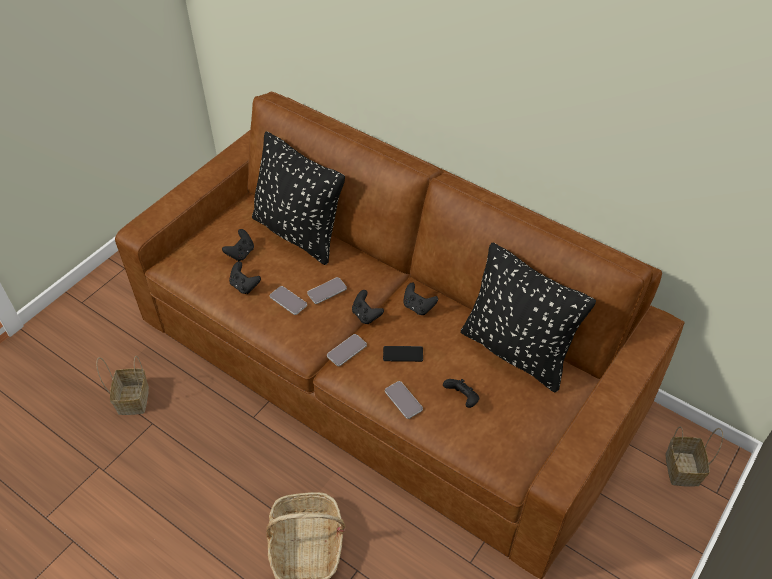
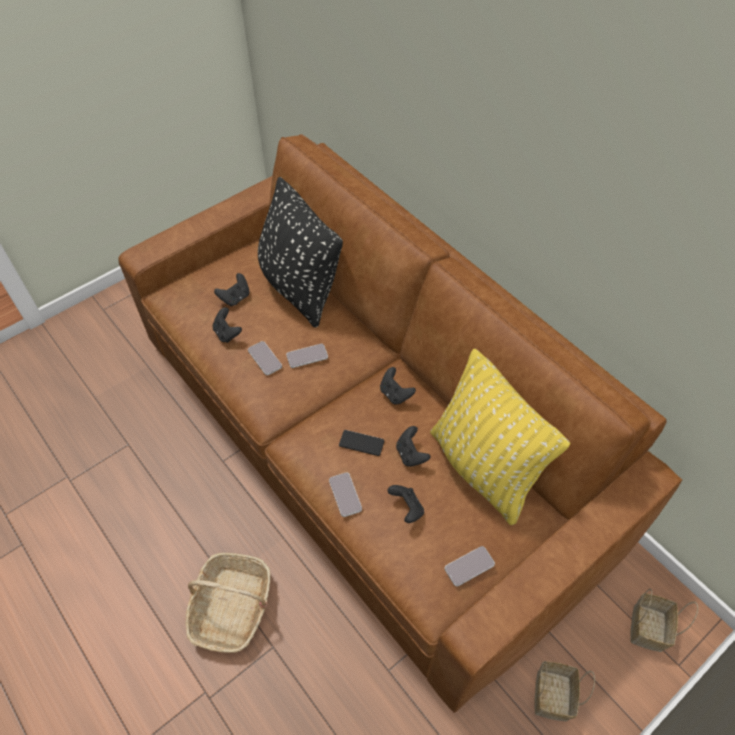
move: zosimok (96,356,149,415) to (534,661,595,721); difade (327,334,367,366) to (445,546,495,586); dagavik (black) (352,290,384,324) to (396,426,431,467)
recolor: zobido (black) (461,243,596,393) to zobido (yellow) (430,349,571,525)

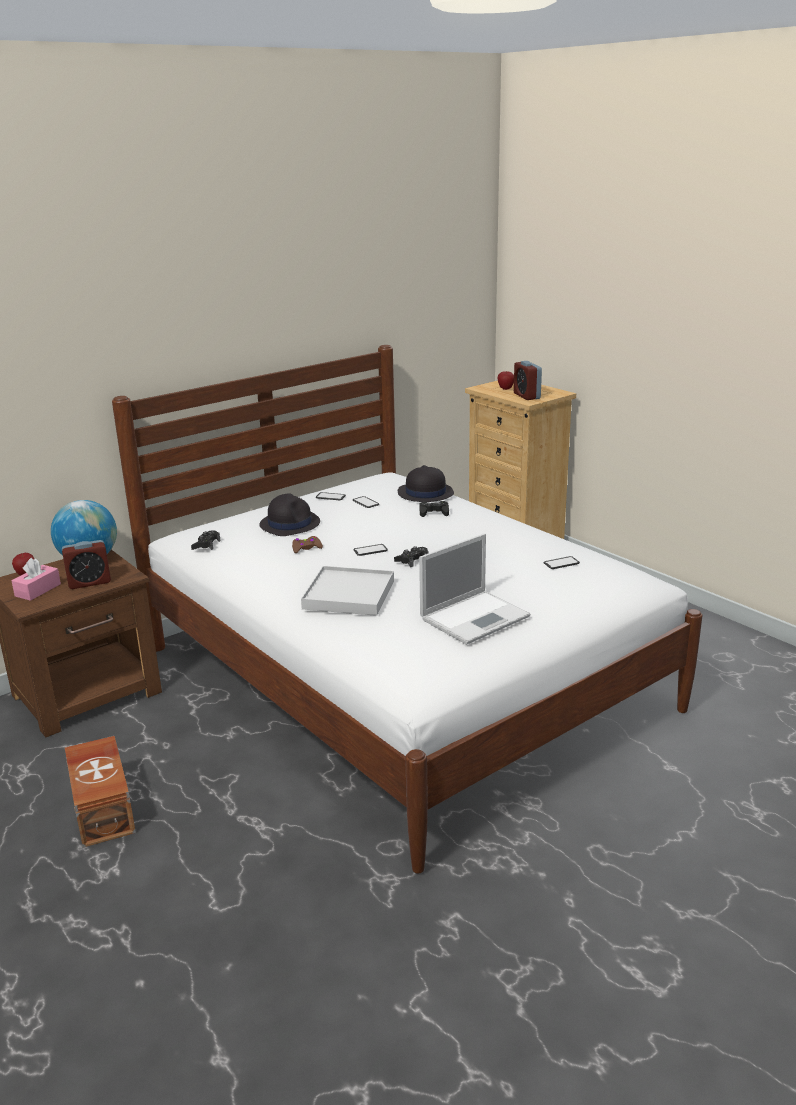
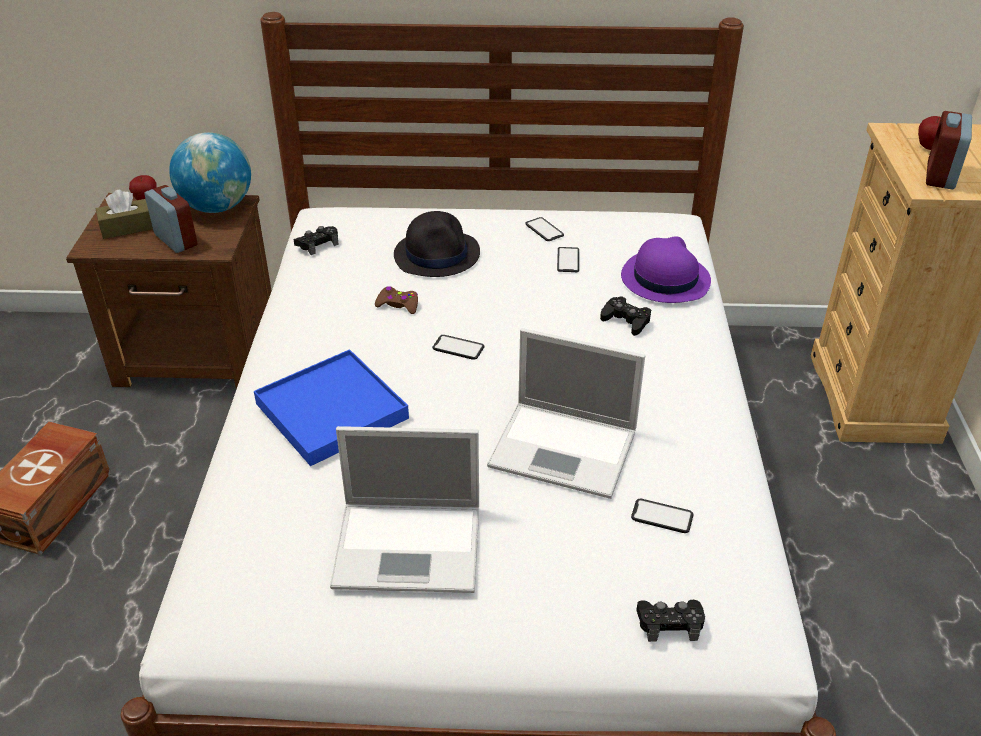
insert: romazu (487,328,645,499)
move: dagavik (black) (394,546,428,567) to (636,600,705,642)
recolor: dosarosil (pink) (12,558,61,601) to dosarosil (brown) (96,190,153,239); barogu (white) (301,566,394,616) to barogu (blue) (254,349,409,466); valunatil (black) (398,465,454,502) to valunatil (purple) (621,236,711,303)
rotate: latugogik (62,540,111,589) = (144,185,197,253) 150 degrees counterclockwise

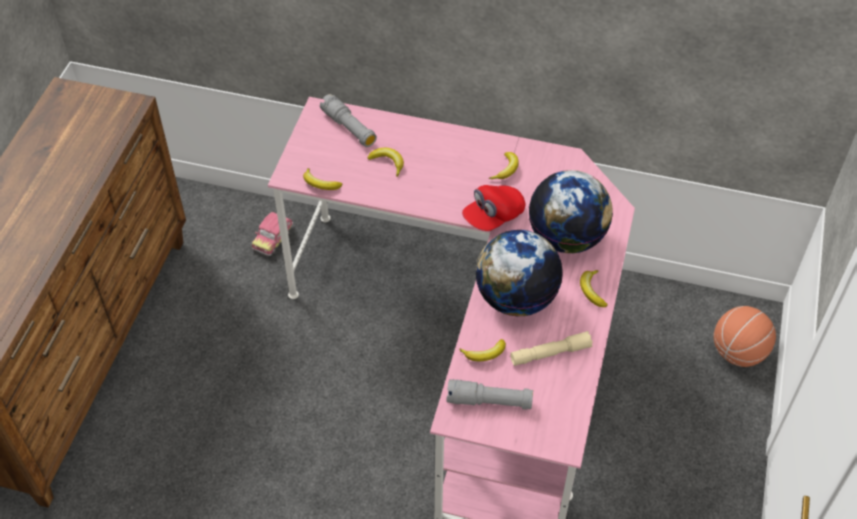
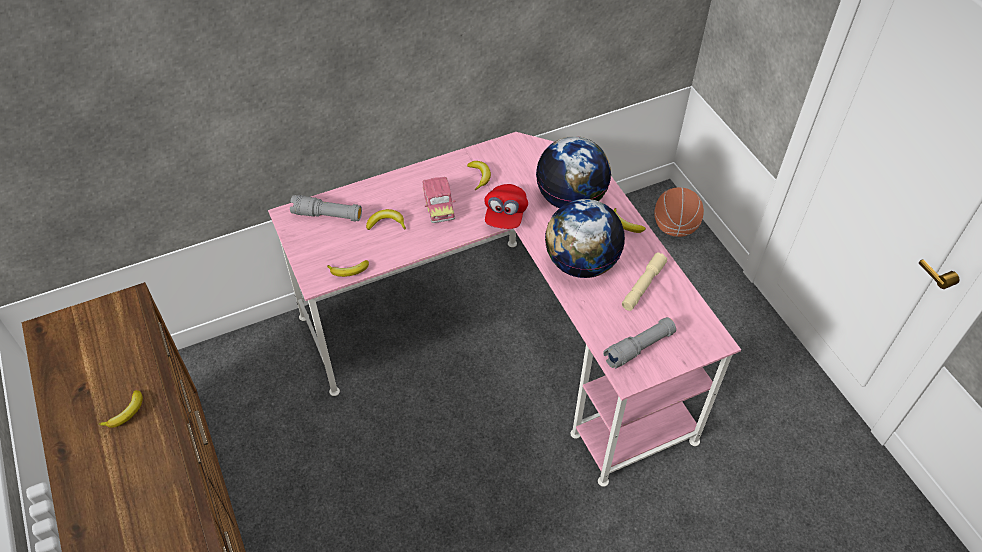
move: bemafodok (252,212,293,256) to (422,177,456,223); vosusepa (459,339,506,361) to (98,390,143,428)

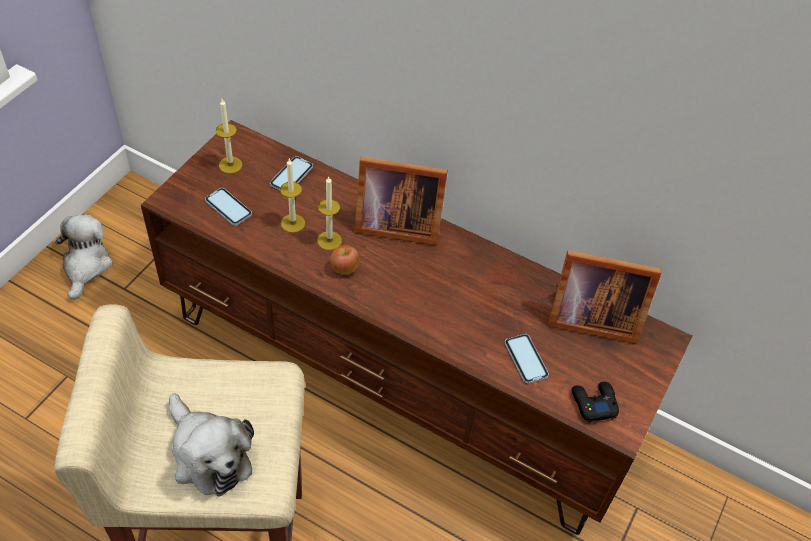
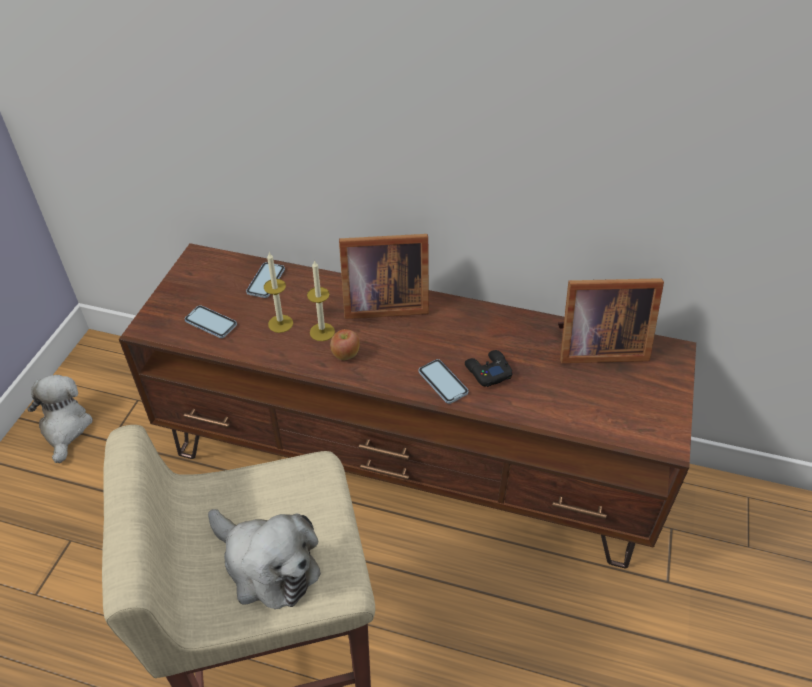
delete: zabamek (216,99,242,174)
move: difade (505,334,549,384) to (418,359,468,404); dagavik (black) (572,382,619,422) to (465,350,513,387)

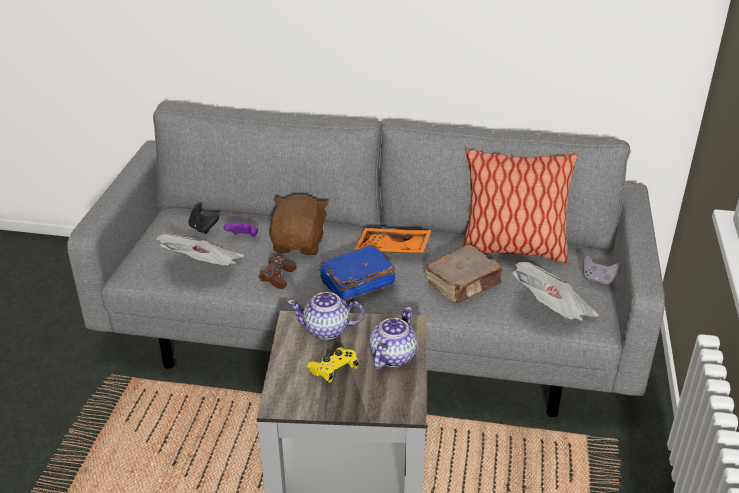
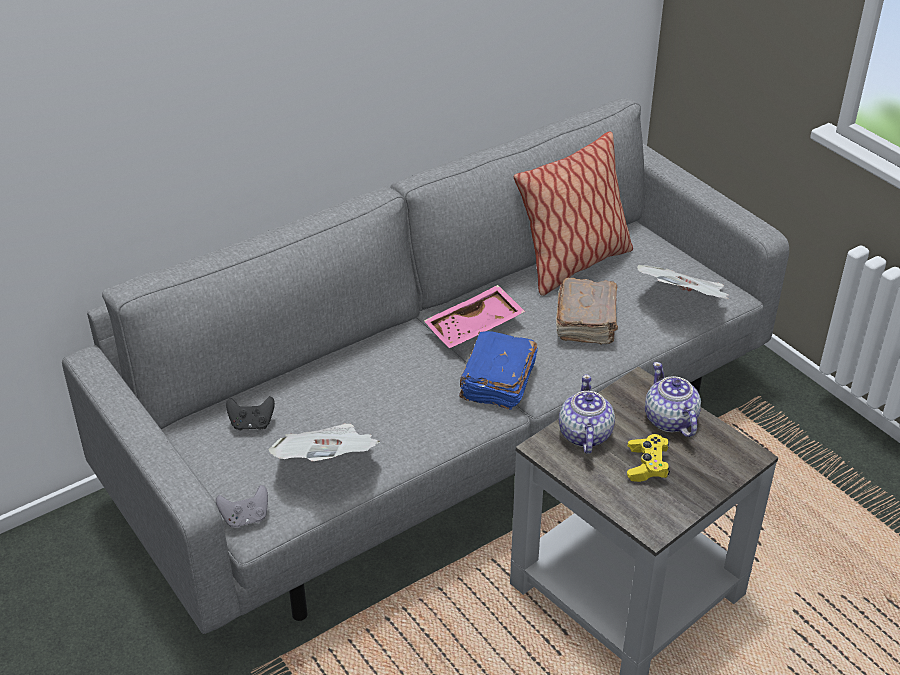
delete: dagavik (purple) (224,222,258,237); dagavik (brown) (259,256,296,289); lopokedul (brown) (269,195,329,255)
move: dagavik (grey) (583,255,621,285) to (216,485,268,528)
recolor: barogu (orange) (354,228,432,254) to barogu (pink) (424,285,525,348)
rotate: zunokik (287,292,365,340) = (559,374,615,454) 135 degrees clockwise

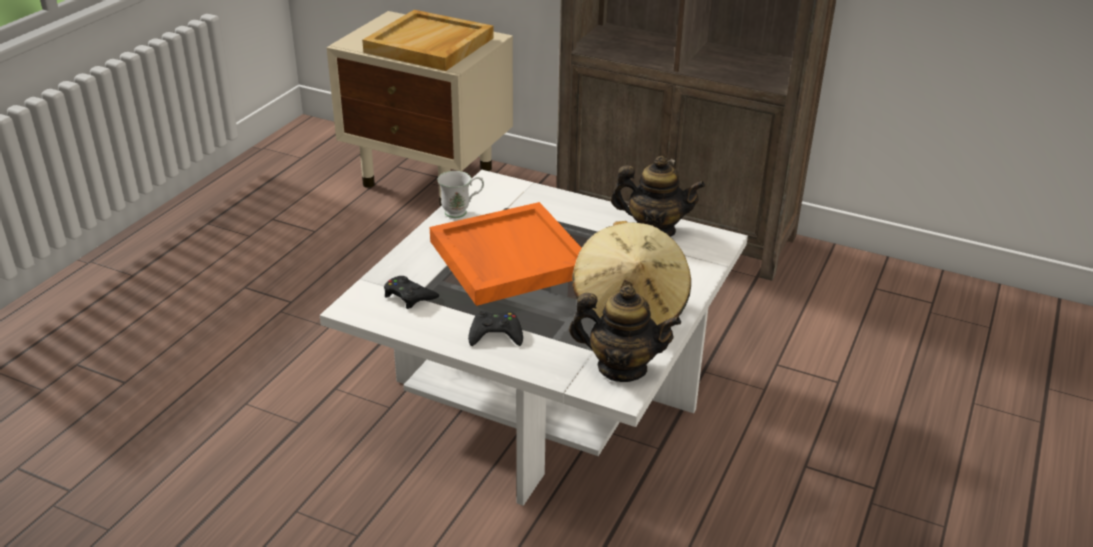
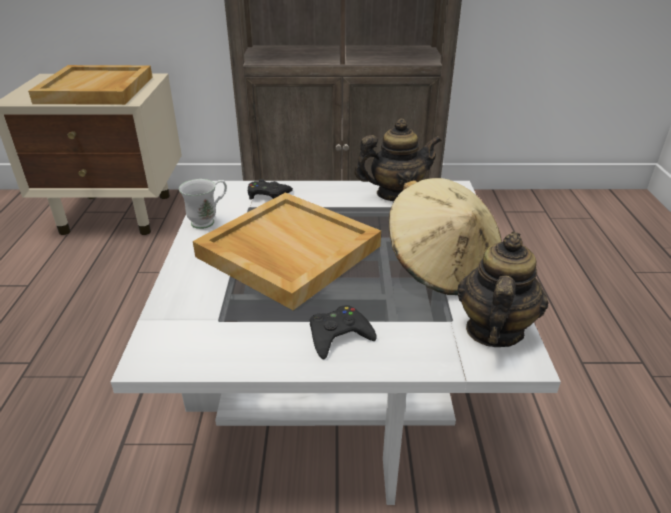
move: dagavik (black) (384,276,439,309) to (248,179,293,200)
recolor: barogu (orange) (430,202,581,306) to barogu (beige) (193,192,381,310)
rotate: zunokik (569,285,681,382) = (457,232,549,347) 60 degrees counterclockwise

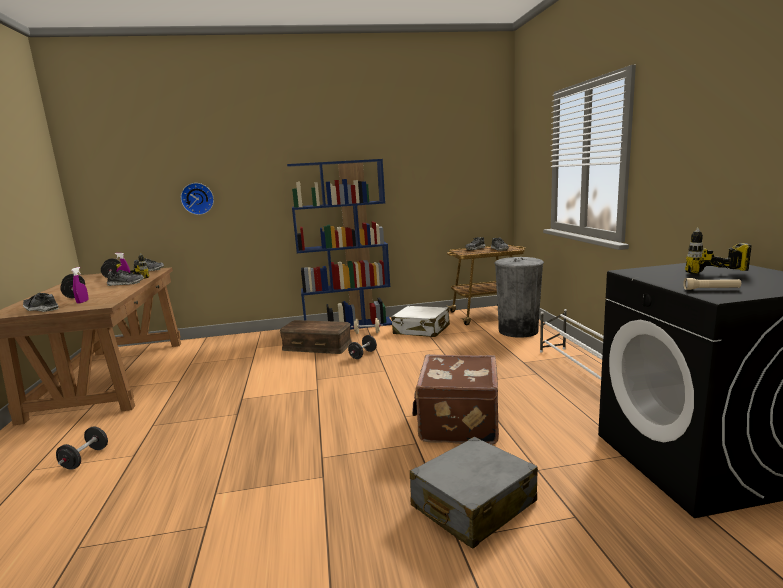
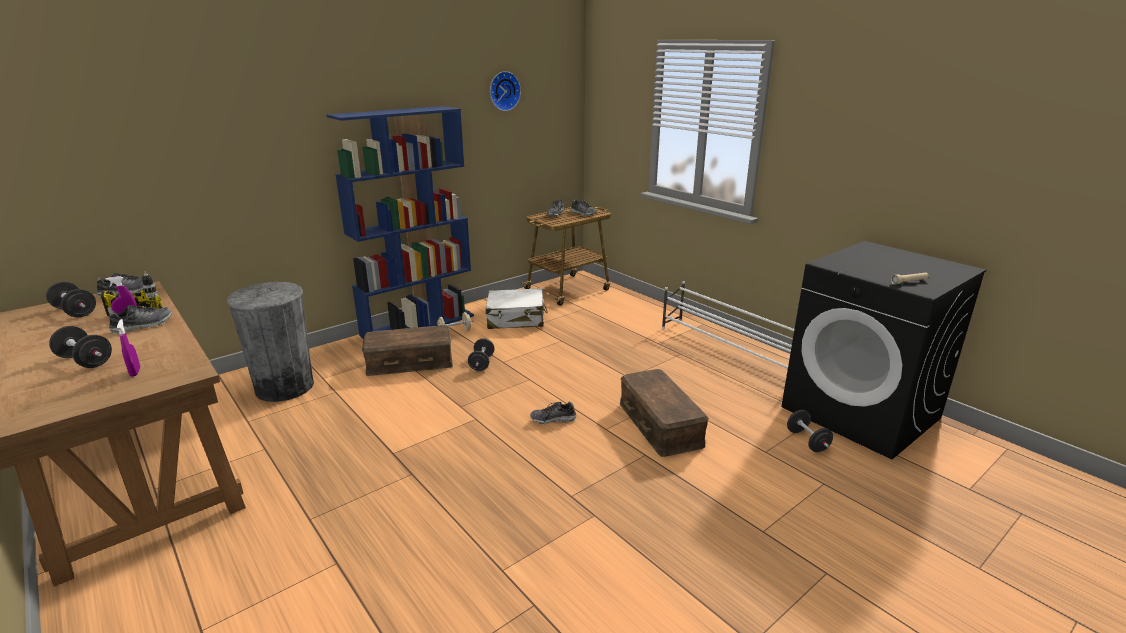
delete: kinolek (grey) (410,437,538,549); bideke (685,227,752,274)
move: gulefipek (23,293,59,312) to (530,402,576,424); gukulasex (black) (56,426,108,470) to (787,410,833,452); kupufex (181,183,214,215) to (490,71,521,111); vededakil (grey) (494,257,544,338) to (227,282,314,402)
replace: kinolek (brown) (412,354,499,445) to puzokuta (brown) (620,369,709,457)

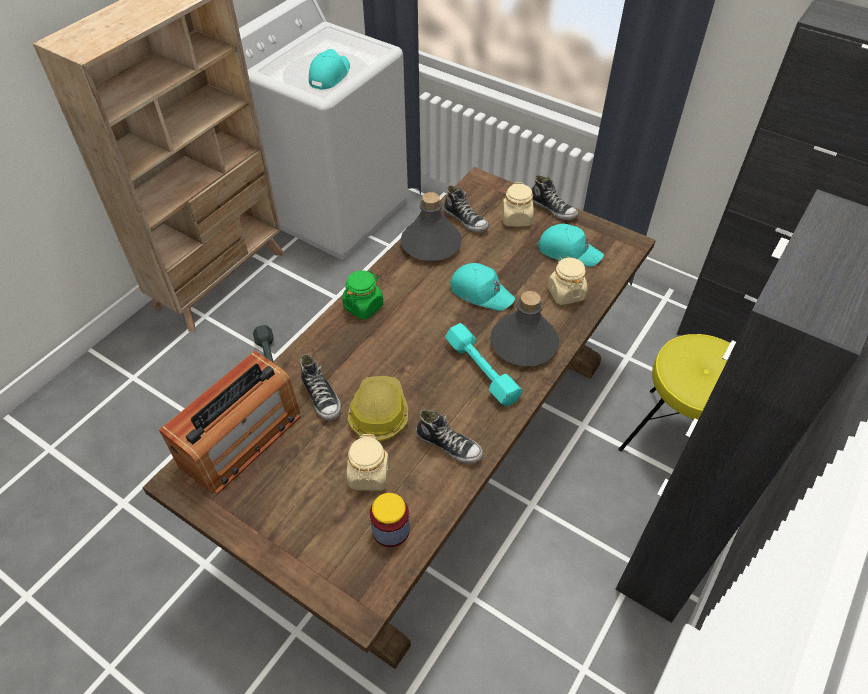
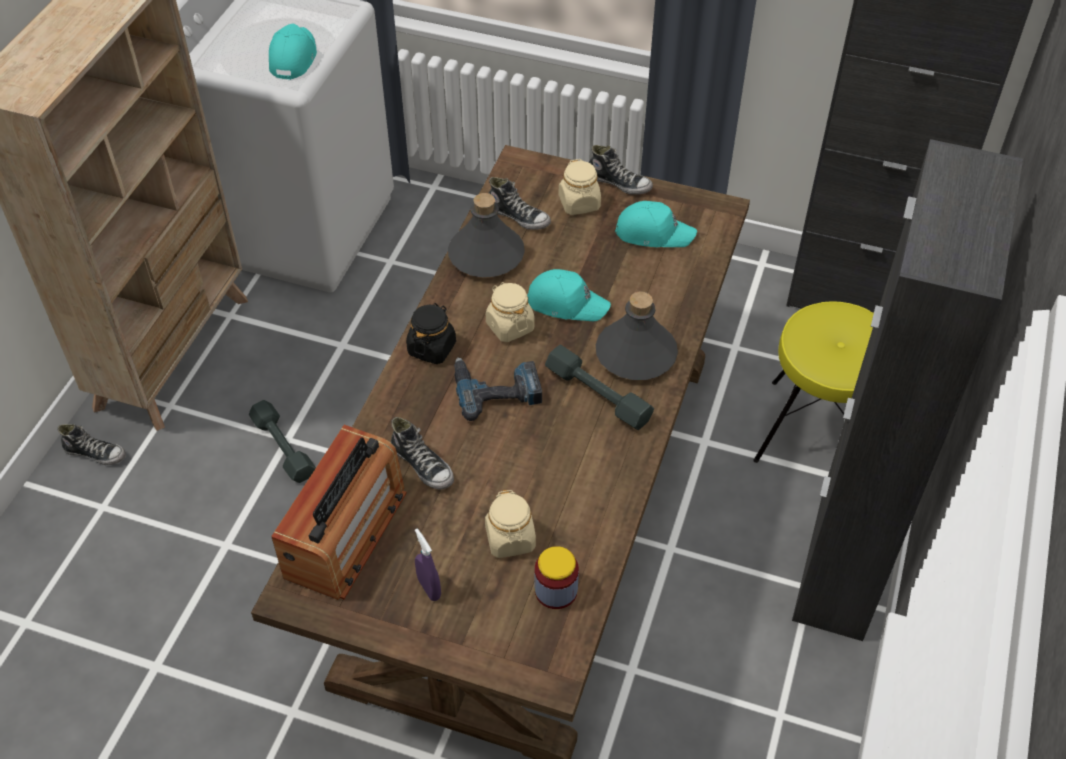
delete: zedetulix (347,376,408,441)
insert: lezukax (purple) (415,528,441,601); bideke (454,357,542,421)
move: gulefipek (416,410,483,463) to (57,424,126,465); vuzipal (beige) (547,256,588,305) to (486,282,535,342)
recolor: vuzipal (green) (342,270,383,319) to vuzipal (black) (406,303,456,364); gukulasex (turquoise) (445,323,523,407) to gukulasex (grey) (545,345,654,430)

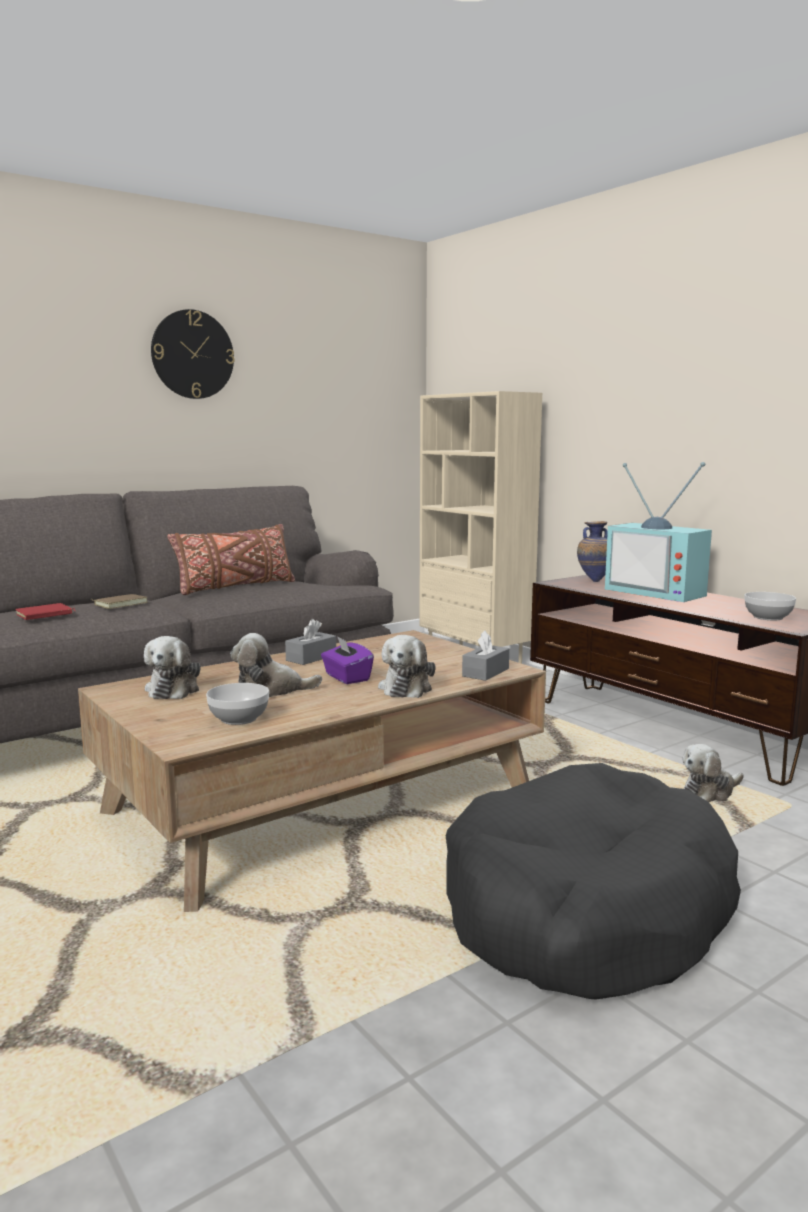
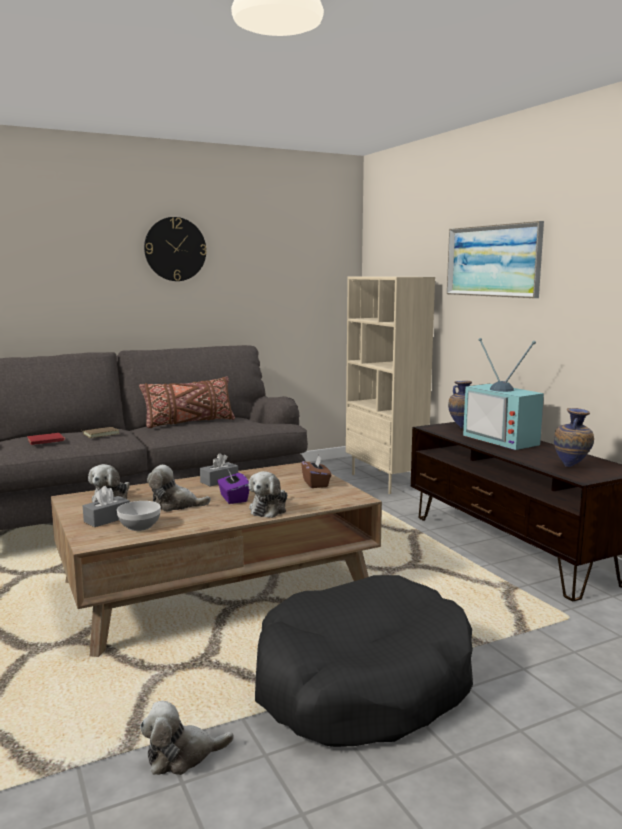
insert: dosarosil (brown) (301,455,331,488); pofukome (447,221,544,298)
move: dosarosil (grey) (462,631,509,681) to (83,486,130,527); lopokedul (682,744,743,802) to (140,701,234,775)
replace: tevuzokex (745,592,796,620) to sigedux (554,408,594,467)

